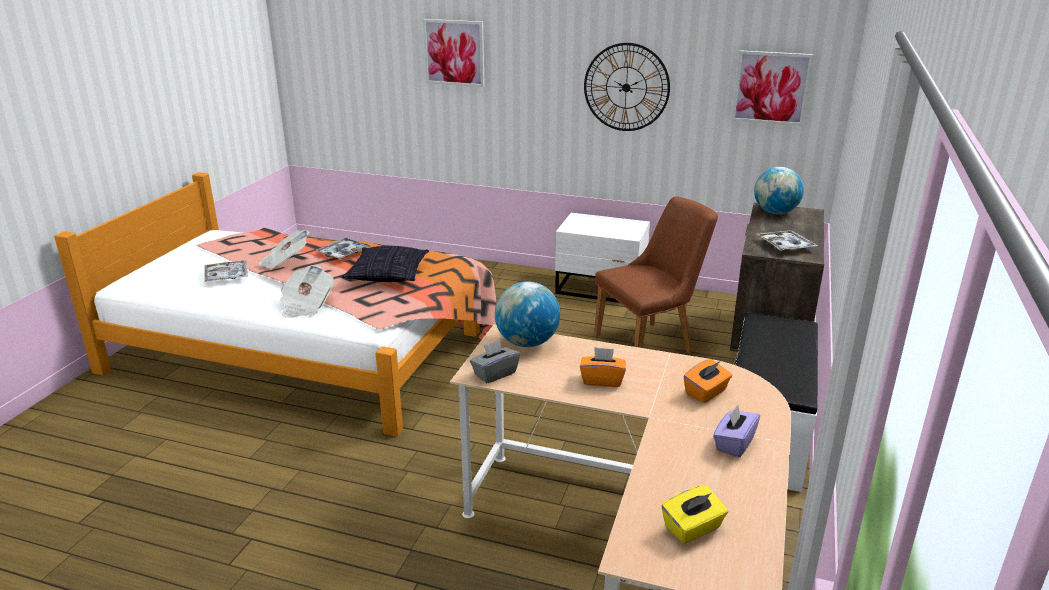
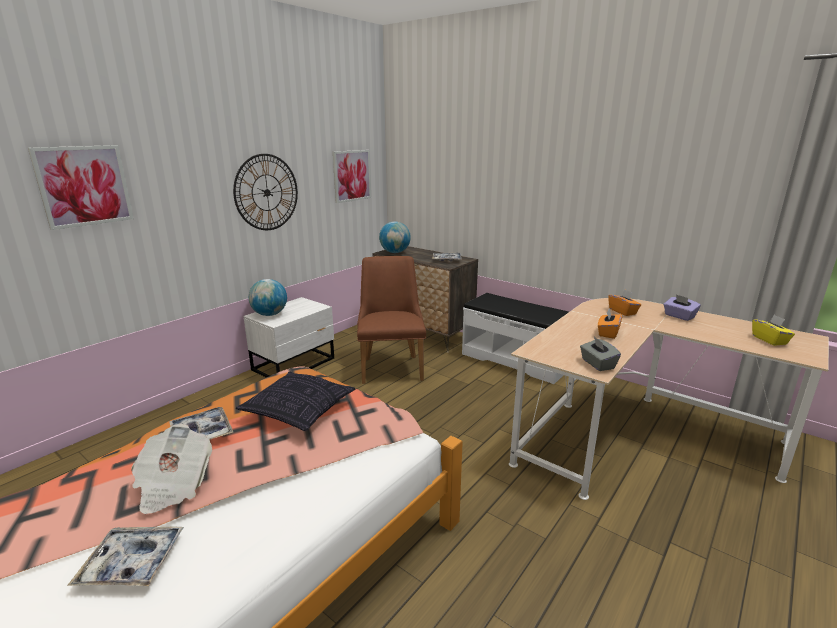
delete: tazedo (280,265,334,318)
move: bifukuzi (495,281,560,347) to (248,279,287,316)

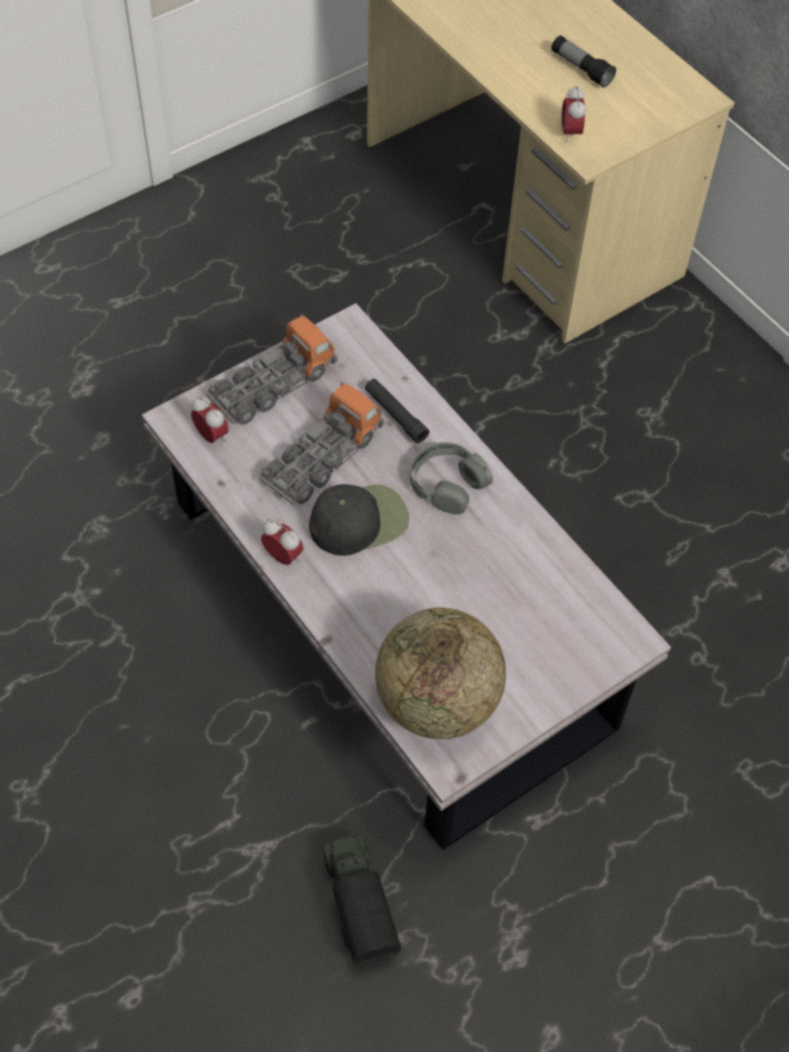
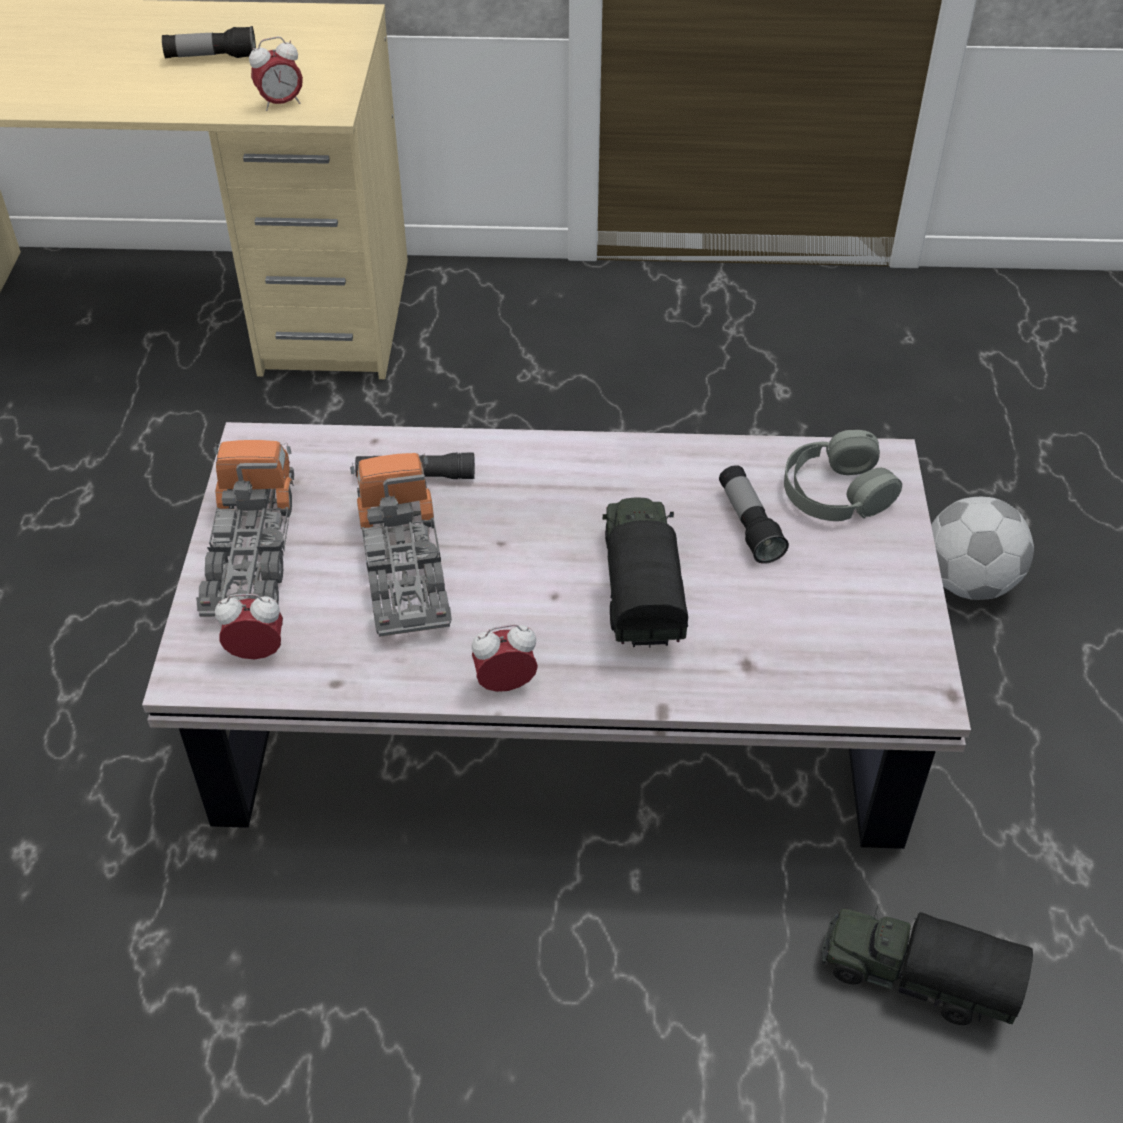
delete: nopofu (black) (309,484,409,556); bifukuzi (375,607,506,739)
insert: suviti (603,497,688,647); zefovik (719,465,789,564); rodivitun (931,497,1034,600)
move: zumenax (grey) (410,442,493,515) to (784,430,902,521)
rotate: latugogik (562,86,586,142) = (249,37,303,111) 60 degrees counterclockwise

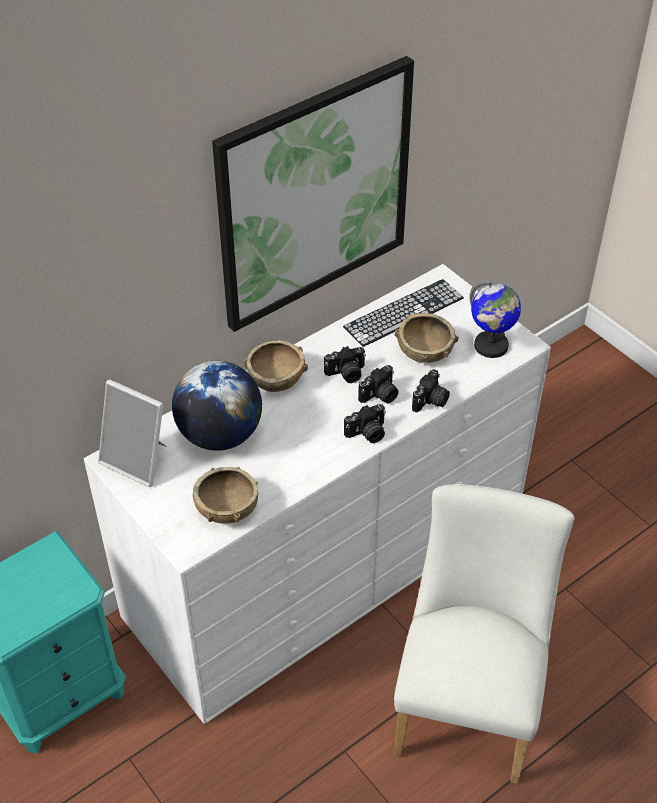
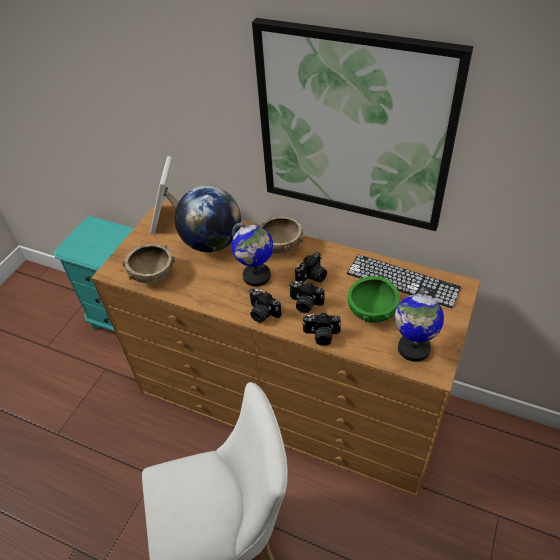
insert: bifukuzi (232,222,273,287)
recolor: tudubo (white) (84,264,551,724) to tudubo (brown) (92,200,481,497); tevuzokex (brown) (395,313,459,363) to tevuzokex (green) (348,276,400,323)
rotate: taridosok (324,346,366,383) = (295,252,327,283) 90 degrees counterclockwise

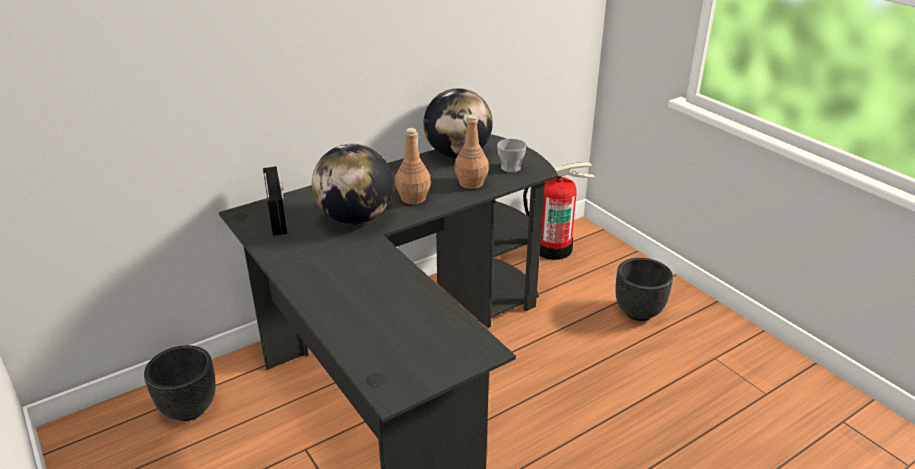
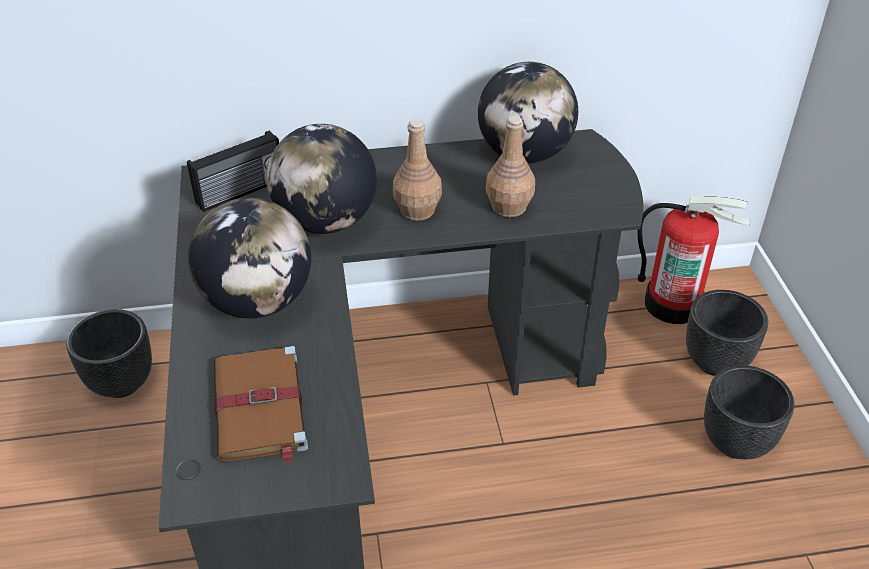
delete: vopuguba (497,139,527,172)
insert: bifukuzi (188,197,311,318); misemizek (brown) (214,346,308,464); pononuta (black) (686,290,768,376)
rotate: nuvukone (263,166,287,236) = (187,131,279,212) 45 degrees clockwise

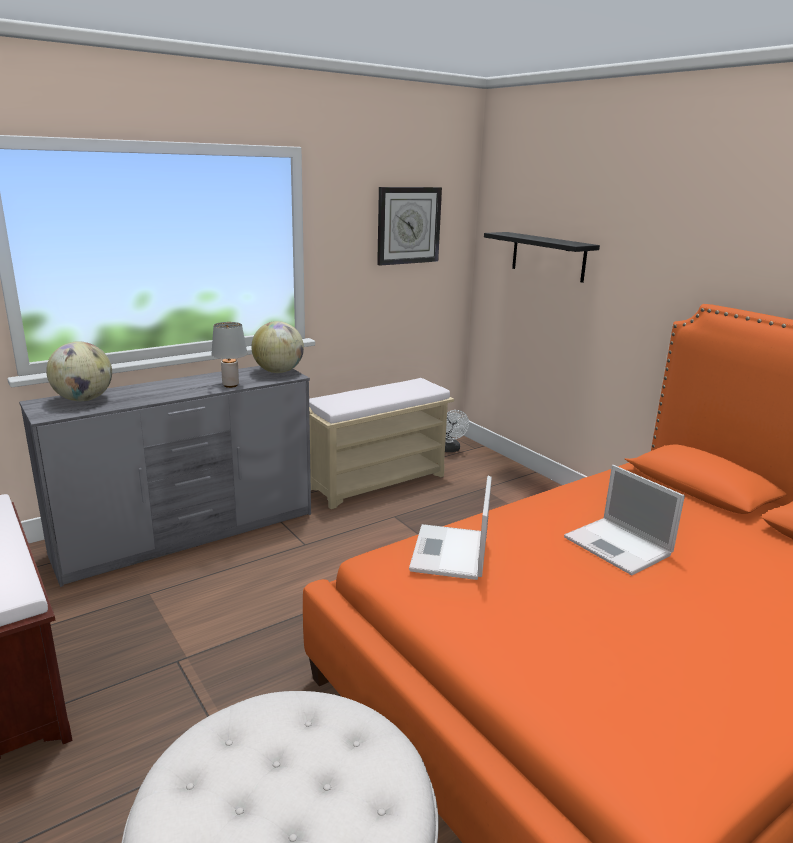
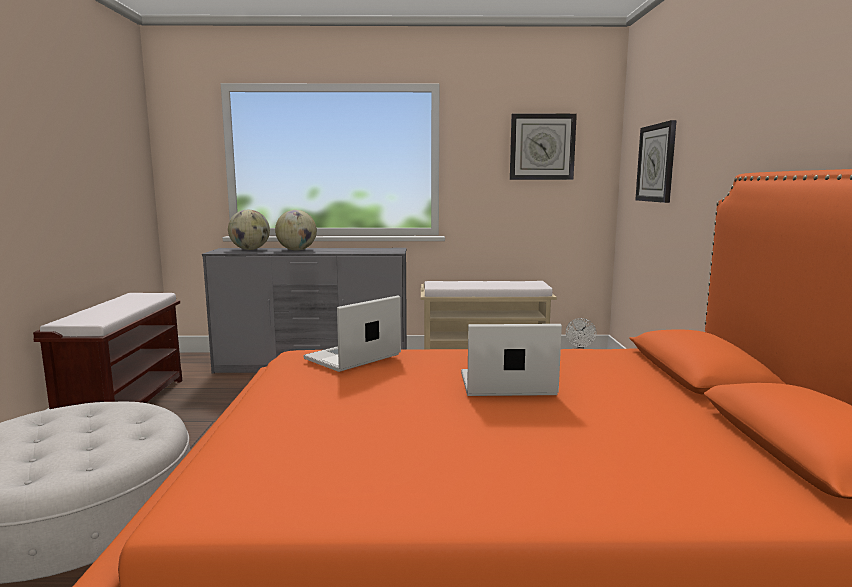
delete: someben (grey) (211,322,247,388)
move: bifukuzi (251,321,304,373) to (275,210,317,251)
replace: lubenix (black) (484,232,600,283) to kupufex (635,120,677,203)
rotate: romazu (564,465,685,575) = (461,324,562,396) 90 degrees clockwise

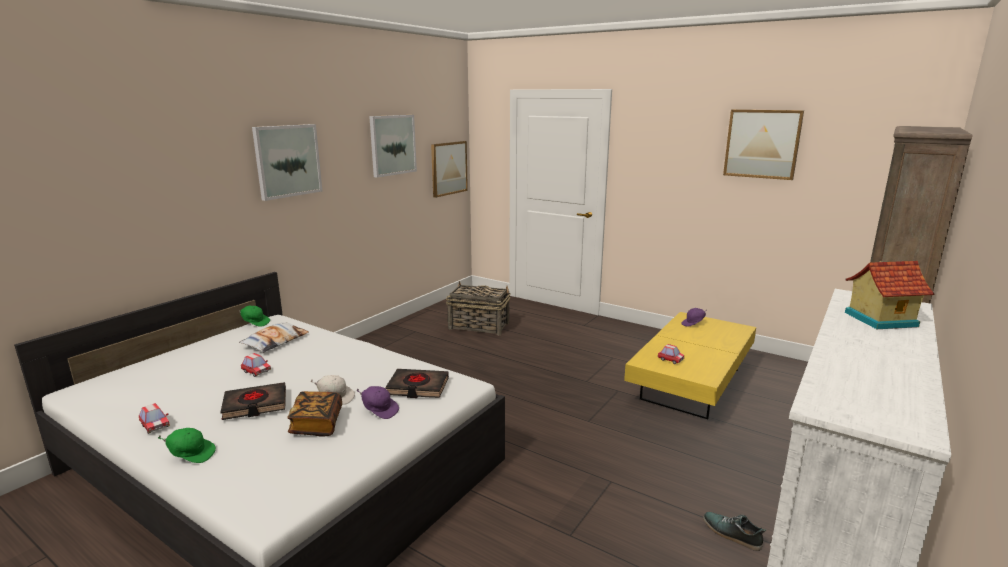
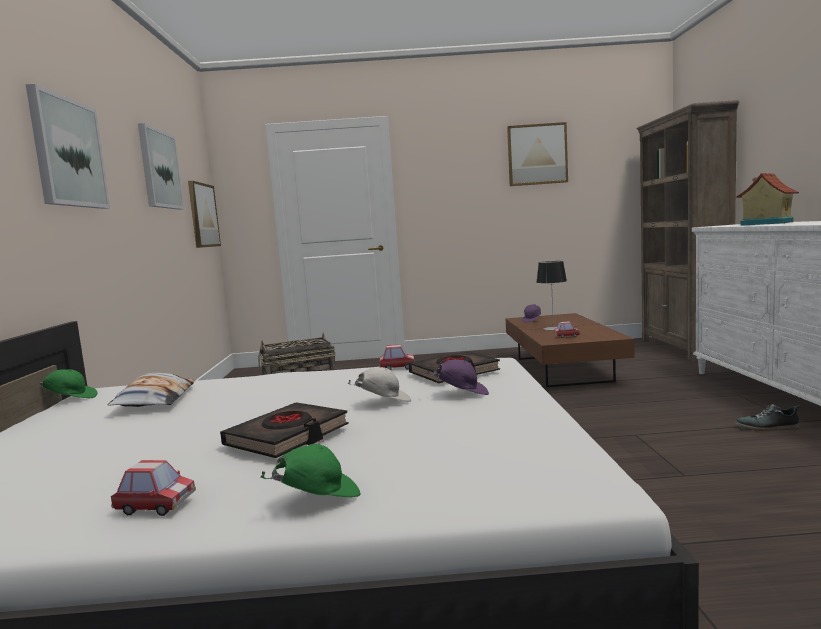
delete: misemizek (287,391,342,436)
insert: someben (537,261,567,331)
move: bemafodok (241,353,271,377) to (380,344,415,370)
recolor: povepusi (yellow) (624,312,756,419) to povepusi (brown) (505,313,635,387)

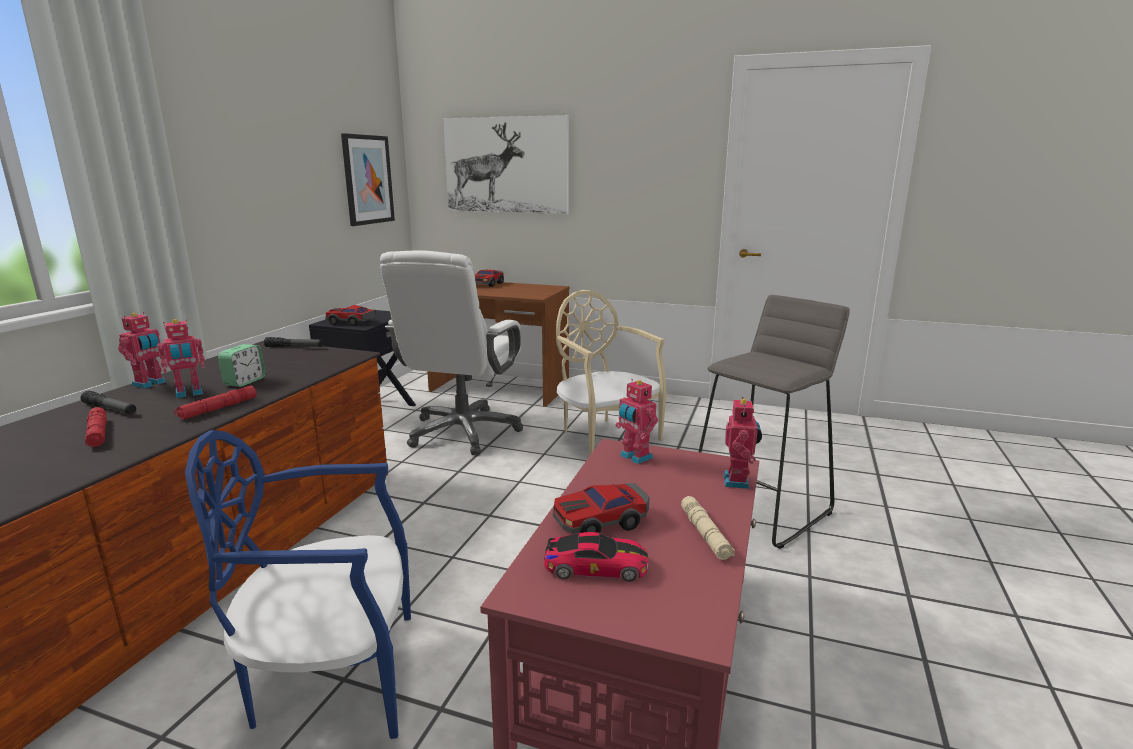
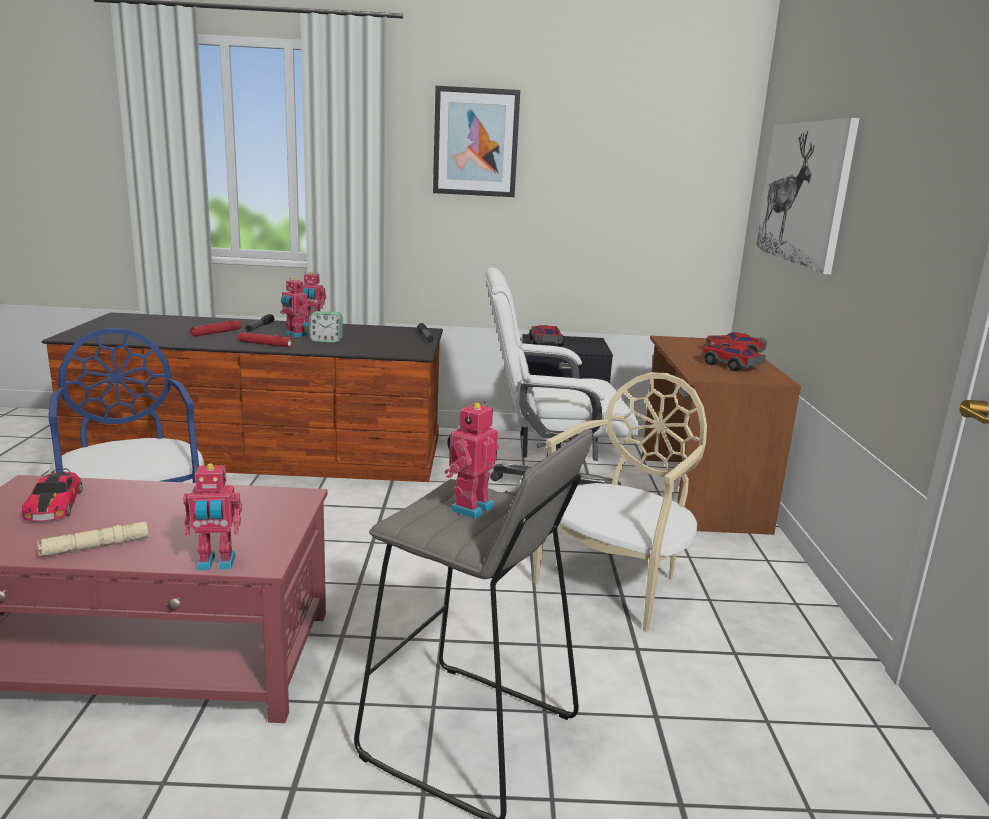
move: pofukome (341,133,395,226) to (433,86,520,197); bemafodok (553,483,650,534) to (701,344,765,371); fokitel (615,379,658,464) to (444,401,498,519)

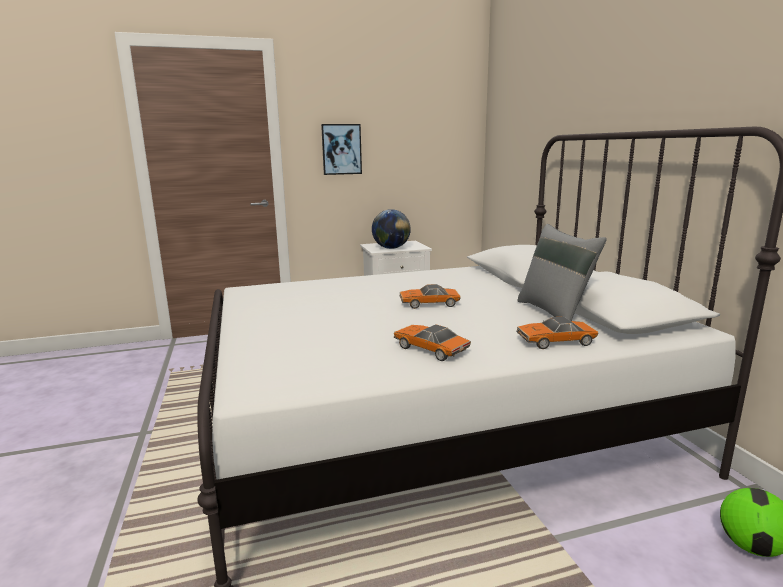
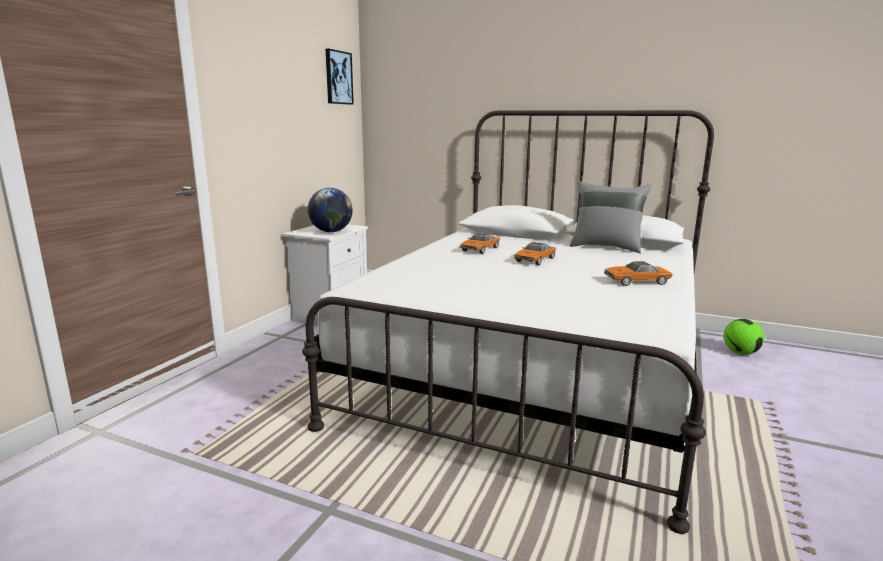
move: pofukome (321,124,362,175) to (326,49,354,105); bemafodok (517,316,598,349) to (460,233,500,254)

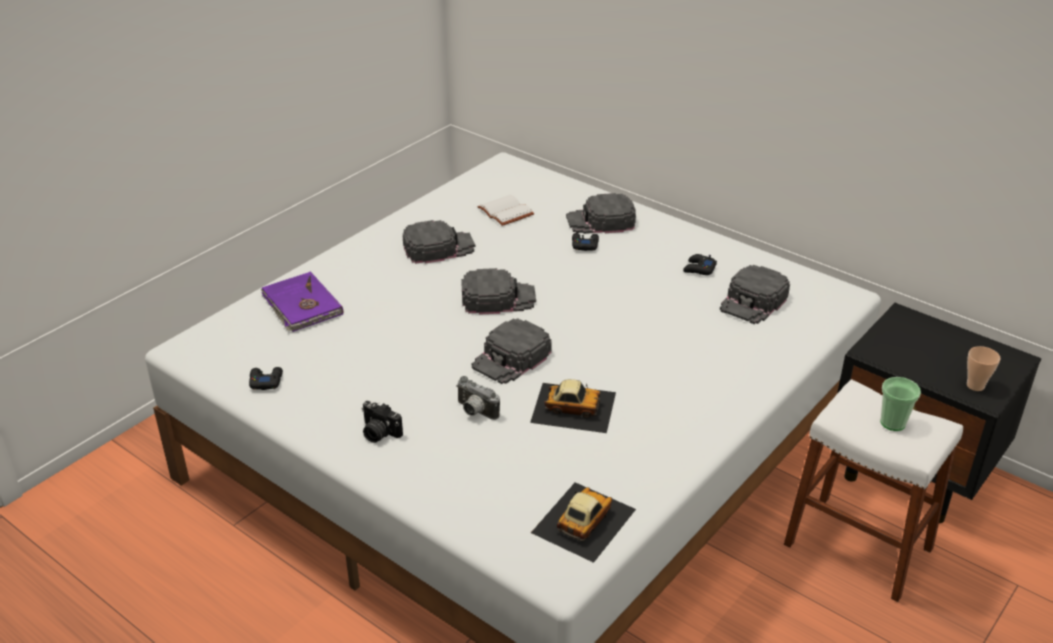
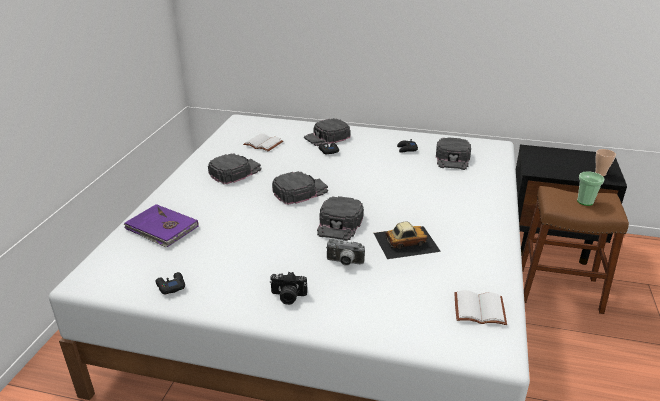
replace: bemafodok (531,482,636,563) to misemizek (white) (454,290,507,325)
recolor: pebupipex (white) (784,379,963,602) to pebupipex (brown) (522,186,629,314)

